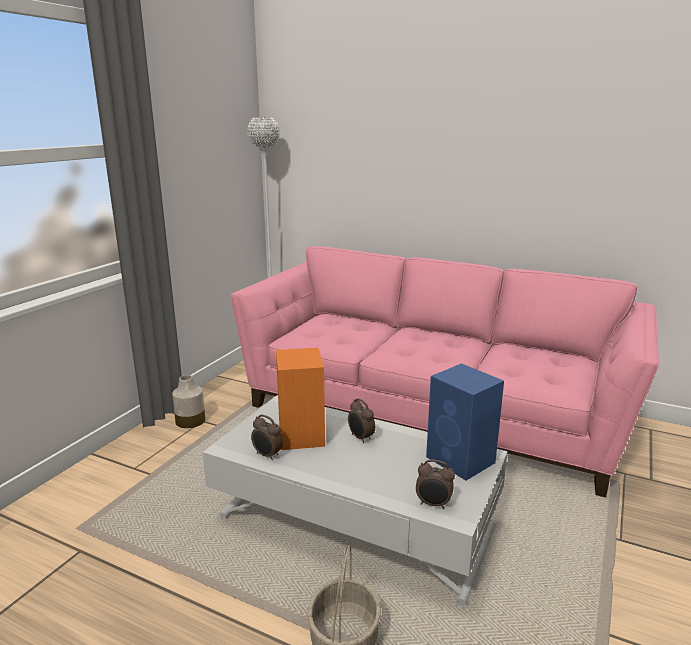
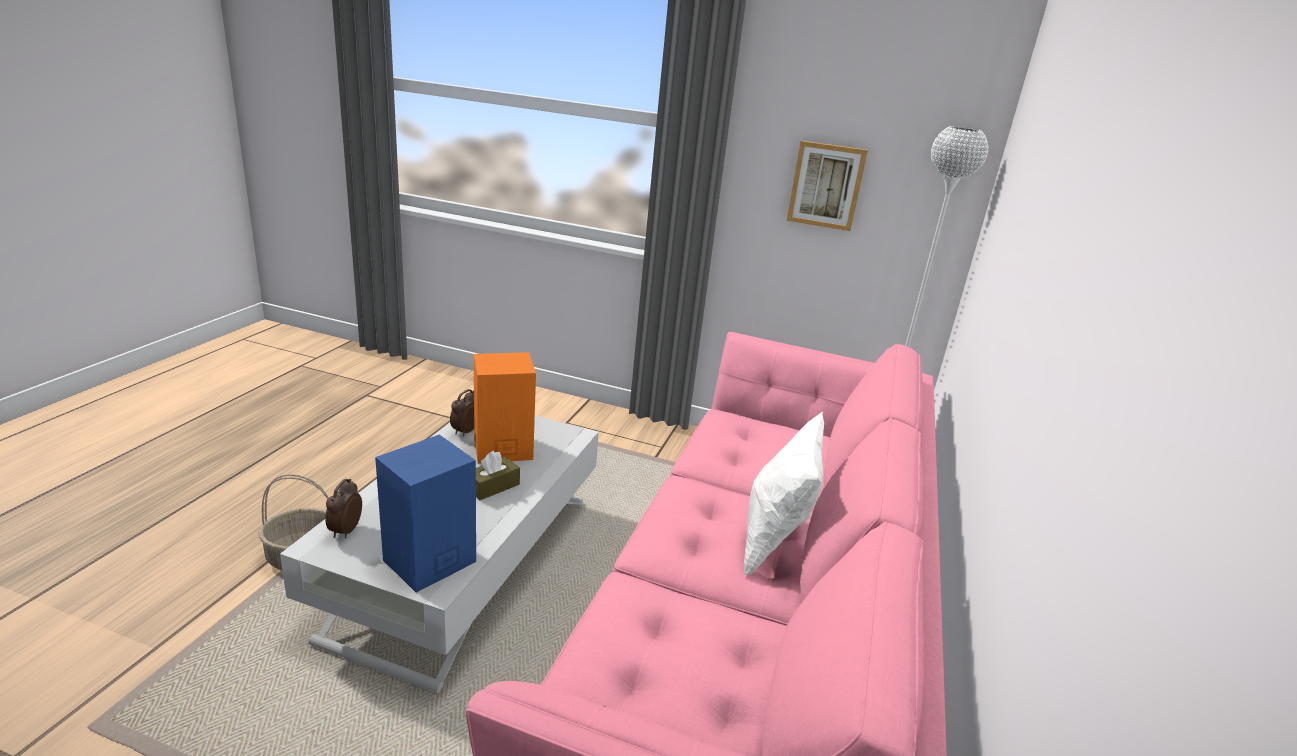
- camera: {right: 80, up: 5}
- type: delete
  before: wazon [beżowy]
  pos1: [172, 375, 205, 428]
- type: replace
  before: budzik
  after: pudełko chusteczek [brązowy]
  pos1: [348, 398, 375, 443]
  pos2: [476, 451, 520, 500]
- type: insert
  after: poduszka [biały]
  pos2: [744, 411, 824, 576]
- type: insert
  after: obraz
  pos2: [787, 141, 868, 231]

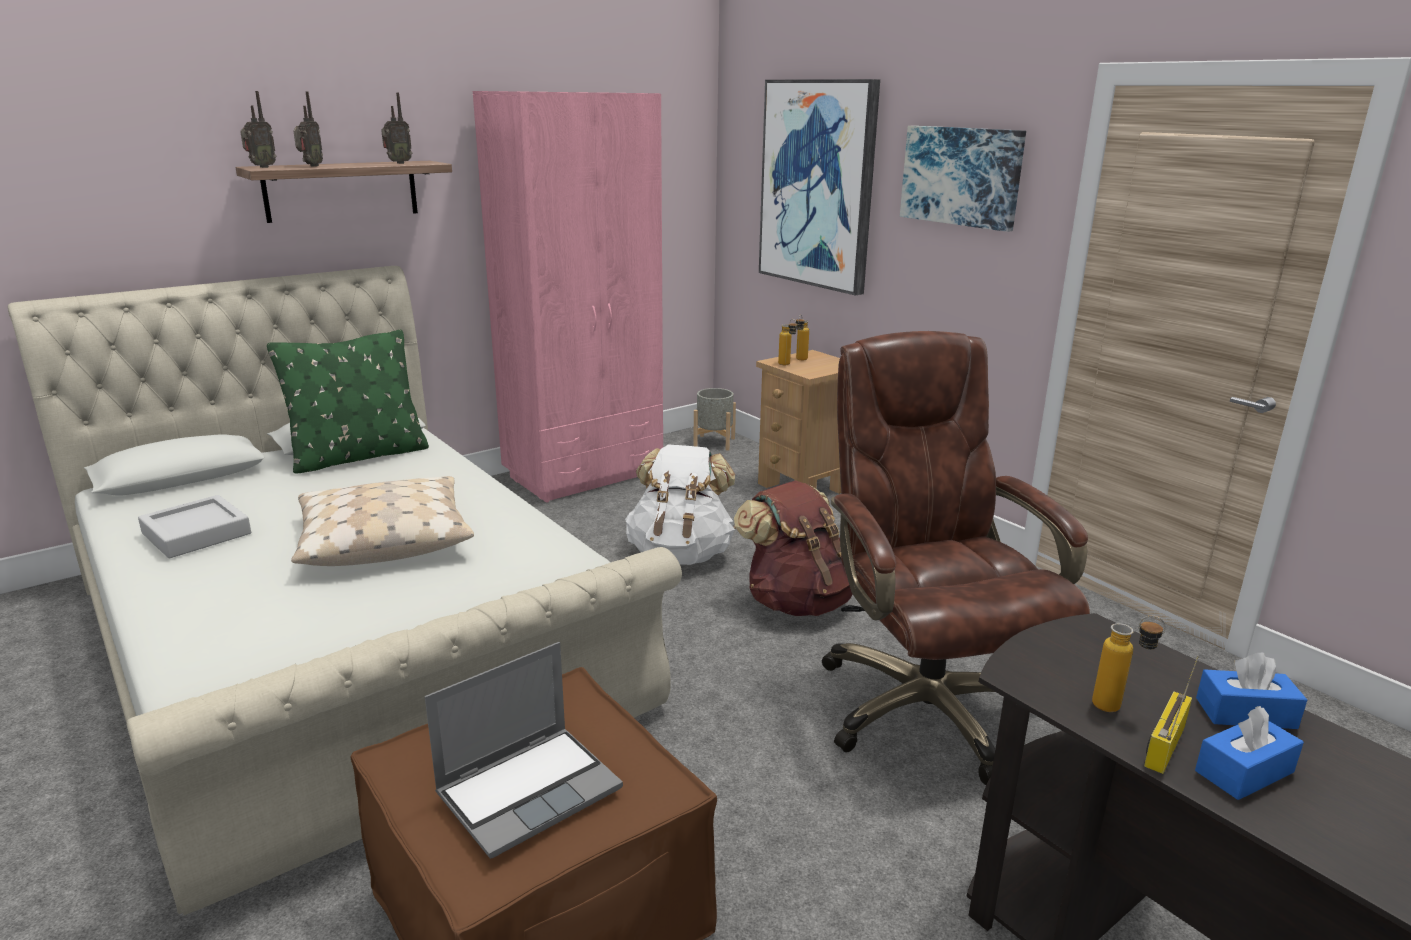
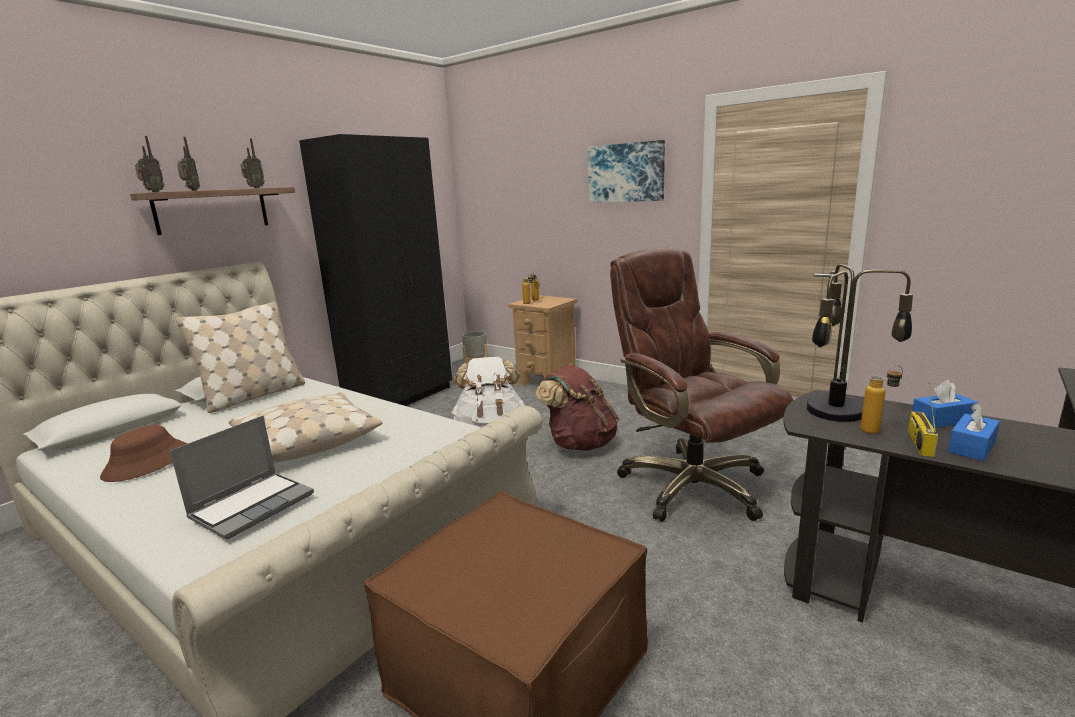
- camera: {right: -15, up: -5}
- type: replace
  before: taca [szary]
  after: kapelusz [brązowy]
  pos1: [138, 495, 251, 558]
  pos2: [100, 425, 187, 482]
- type: recolor
  before: poduszka [zielony]
  after: poduszka [beżowy]
  pos1: [267, 330, 429, 474]
  pos2: [175, 302, 305, 413]
- type: move
  before: laptop
  pos1: [425, 642, 623, 859]
  pos2: [170, 415, 314, 539]
- type: recolor
  before: szafa [różowy]
  after: szafa [czarny]
  pos1: [473, 91, 663, 503]
  pos2: [299, 134, 452, 406]
- type: delete
  before: obraz
  pos1: [759, 79, 880, 295]
- type: insert
  after: lampa stołowa
  pos2: [807, 264, 913, 422]

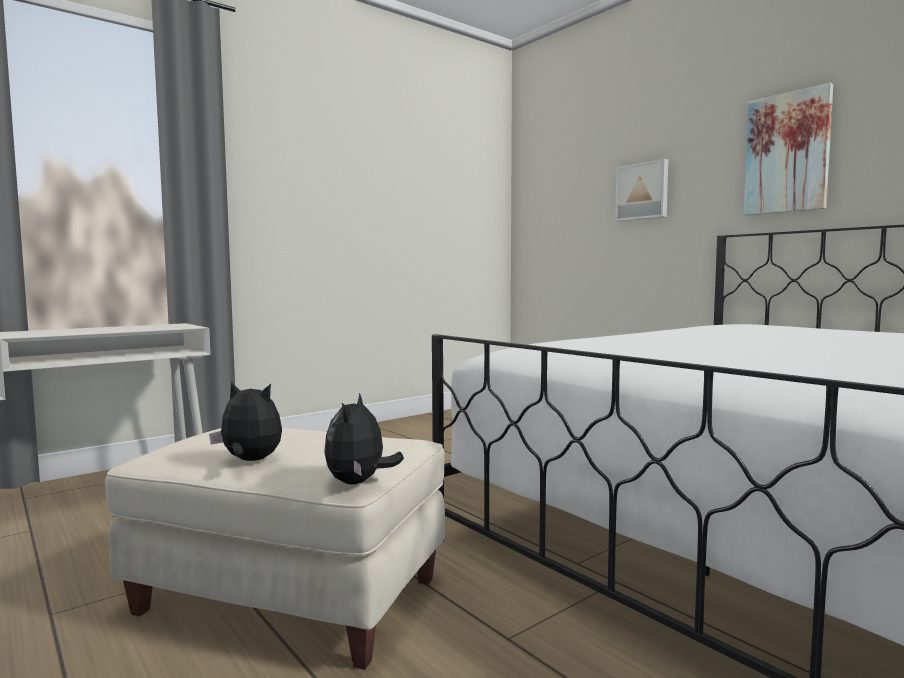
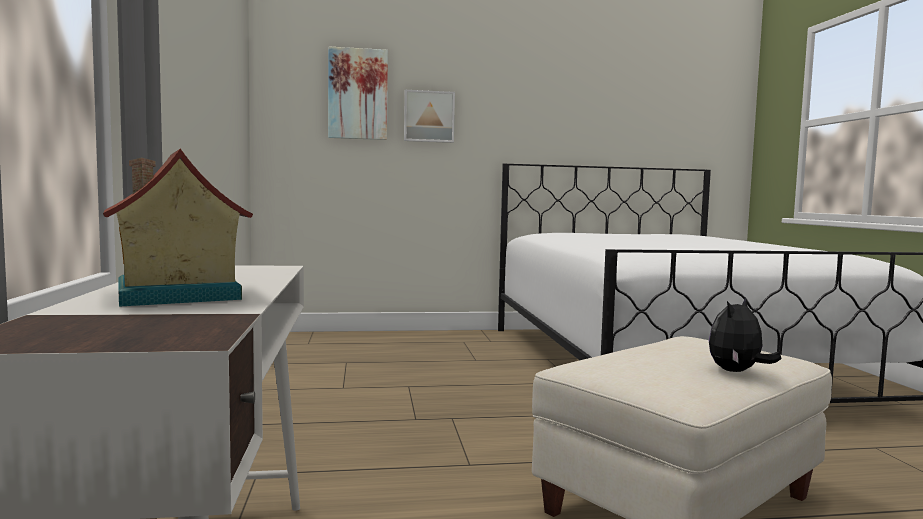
- camera: {right: -60, up: 0}
- type: delete
  before: pluszak
  pos1: [324, 393, 404, 484]
- type: move
  before: obraz
  pos1: [744, 83, 833, 215]
  pos2: [328, 46, 388, 140]
- type: insert
  after: domek
  pos2: [103, 149, 253, 307]

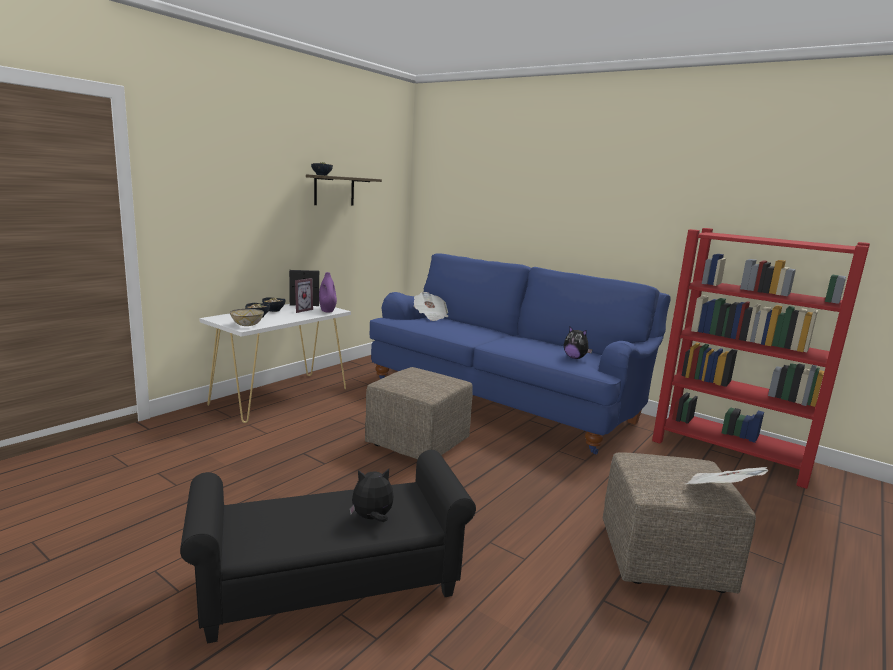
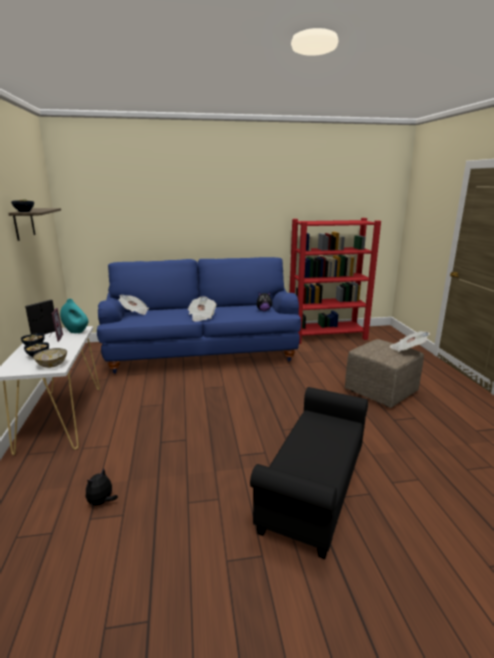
- camera: {right: -45, up: 5}
- type: recolor
  before: wazon [fioletowy]
  after: wazon [turkusowy]
  pos1: [319, 272, 337, 313]
  pos2: [60, 299, 88, 333]
- type: move
  before: pluszak
  pos1: [349, 469, 394, 522]
  pos2: [86, 468, 118, 507]
- type: delete
  before: pufa [beżowy]
  pos1: [365, 367, 473, 459]
- type: insert
  after: gazeta
  pos2: [188, 296, 217, 322]

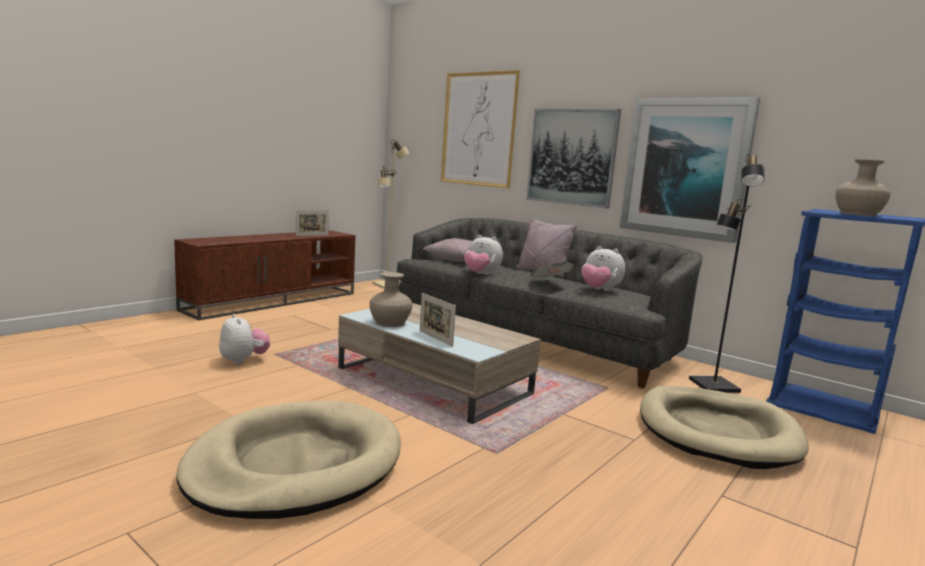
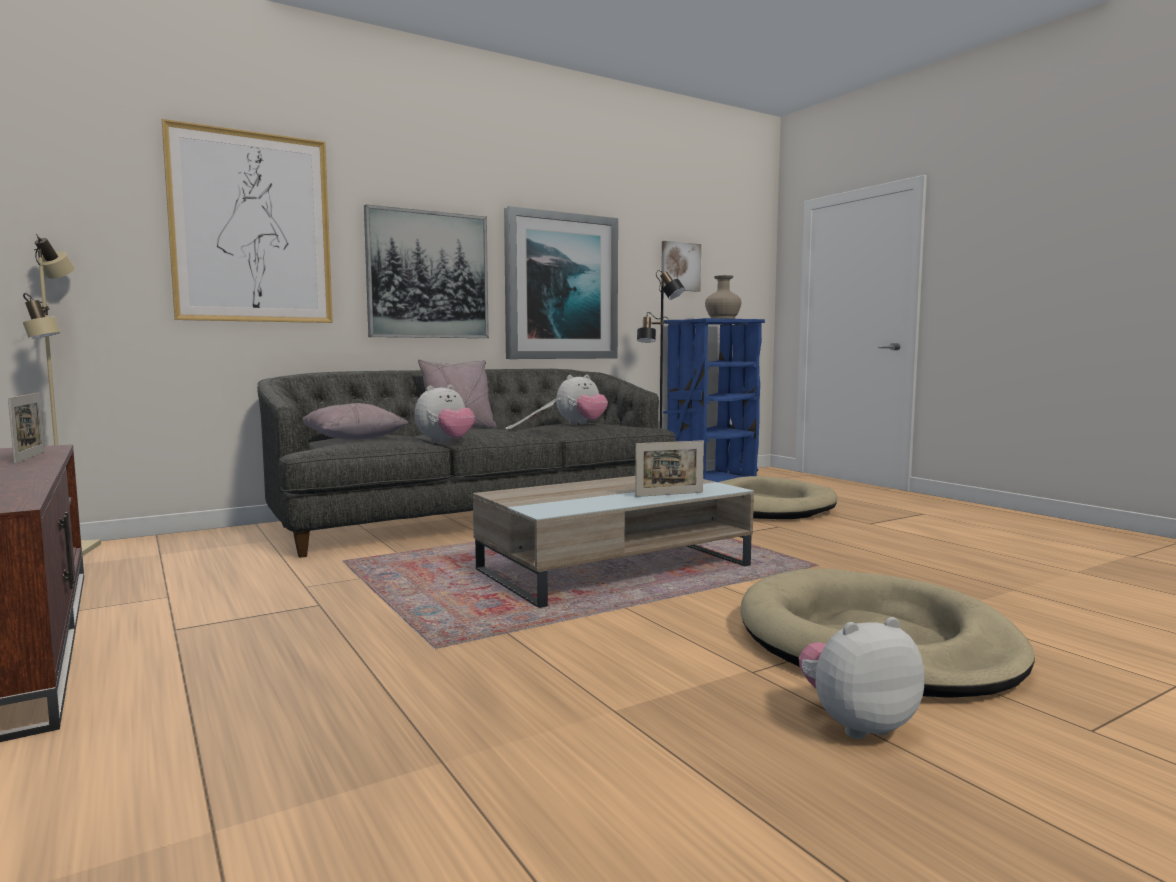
- camera: {right: -70, up: -5}
- type: move
  before: pluszak
  pos1: [219, 314, 270, 365]
  pos2: [799, 617, 924, 739]
- type: delete
  before: wazon [beżowy]
  pos1: [369, 272, 412, 327]
- type: insert
  after: obraz
  pos2: [661, 241, 701, 292]

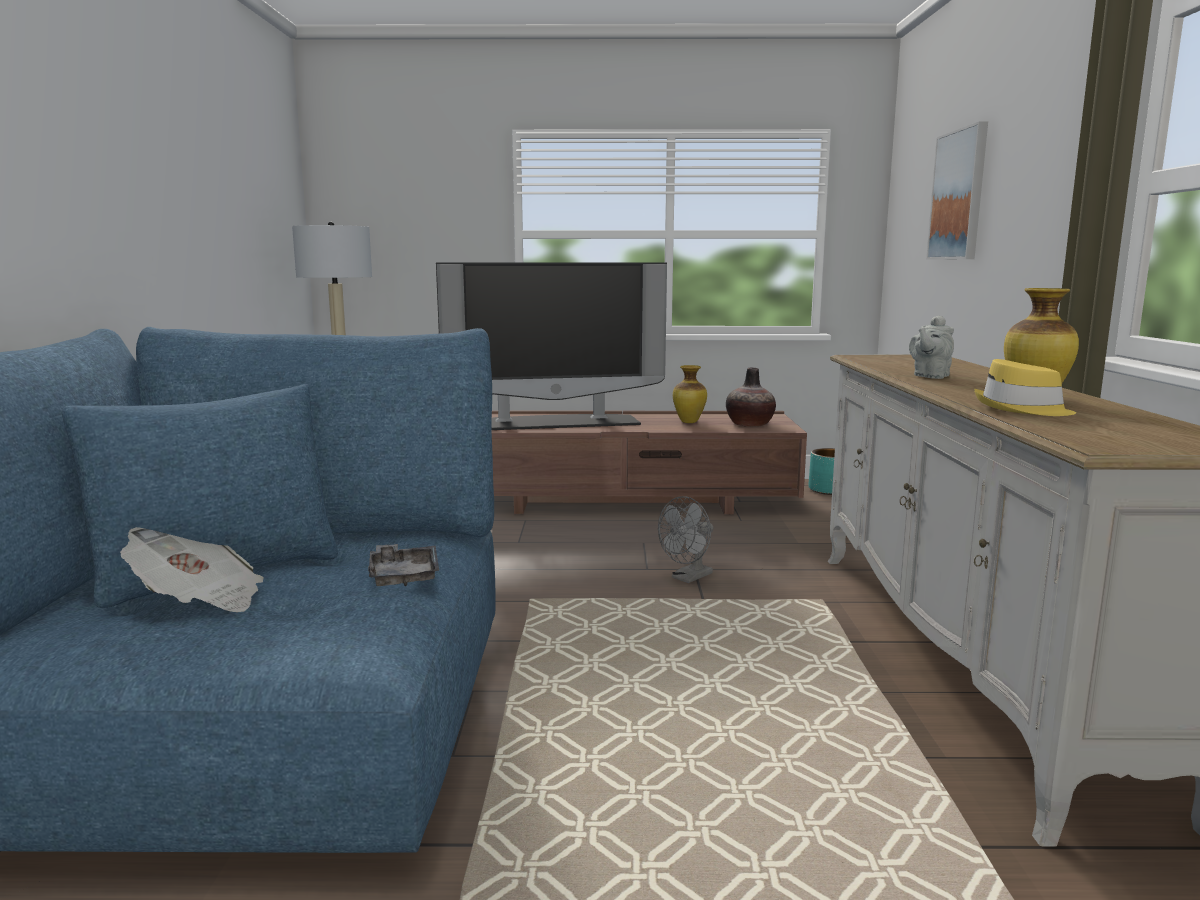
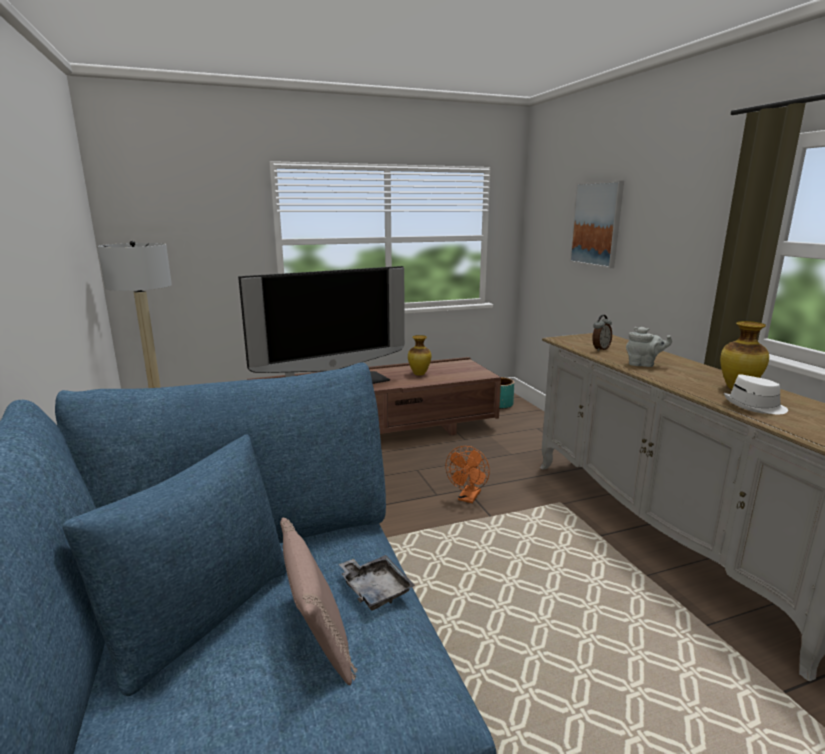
- camera: {right: -20, up: 5}
- type: delete
  before: gazeta
  pos1: [120, 527, 264, 612]
- type: recolor
  before: wentylator [szary]
  after: wentylator [pomarańczowy]
  pos1: [658, 496, 714, 583]
  pos2: [445, 446, 490, 503]
- type: delete
  before: wazon
  pos1: [726, 368, 776, 427]
- type: rotate
  before: imbryk [szary]
  pos1: [909, 315, 954, 379]
  pos2: [626, 327, 672, 367]
  turn: -90
- type: recolor
  before: kapelusz [żółty]
  after: kapelusz [biały]
  pos1: [974, 359, 1076, 416]
  pos2: [724, 374, 788, 414]
- type: insert
  after: poduszka [beżowy]
  pos2: [280, 517, 357, 685]
- type: insert
  after: budzik
  pos2: [592, 315, 612, 351]

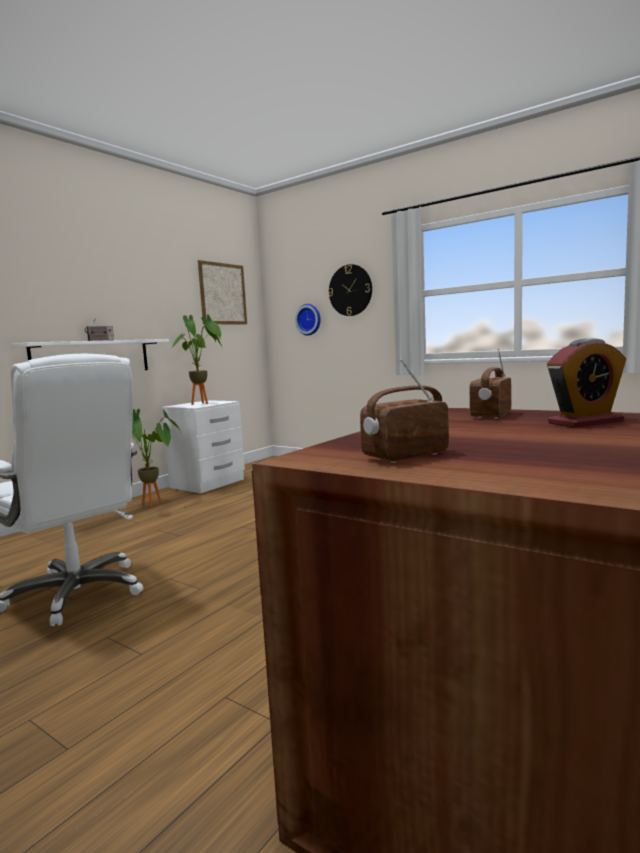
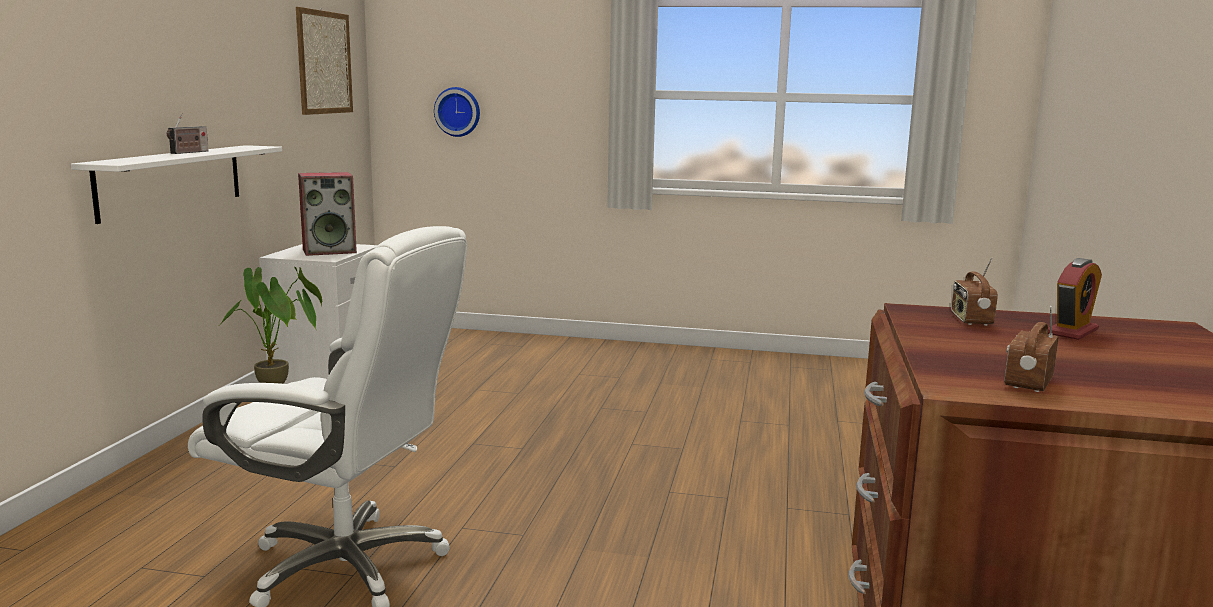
- camera: {right: -25, up: 5}
- type: replace
  before: roślina doniczkowa
  after: głośnik
  pos1: [172, 314, 222, 405]
  pos2: [298, 172, 357, 256]
- type: delete
  before: zegar ścienny
  pos1: [328, 264, 372, 316]

